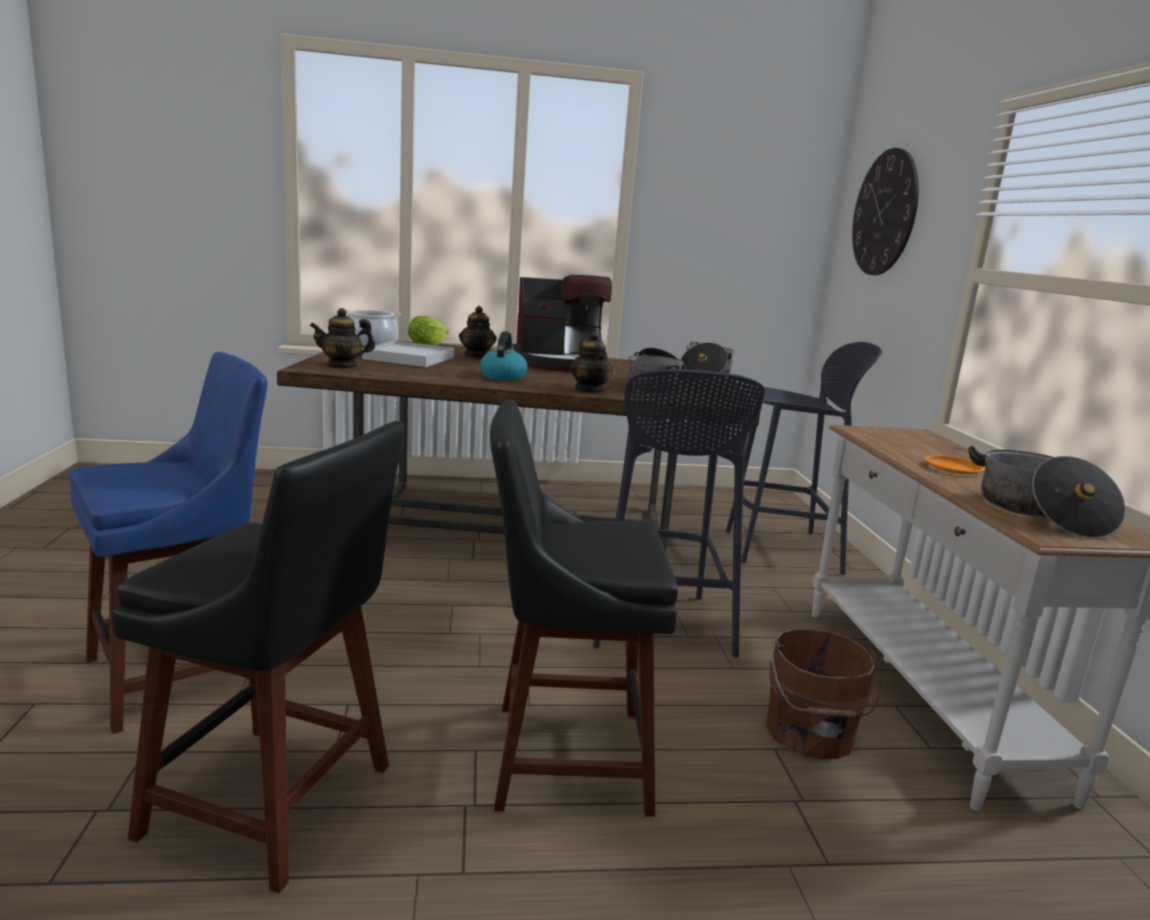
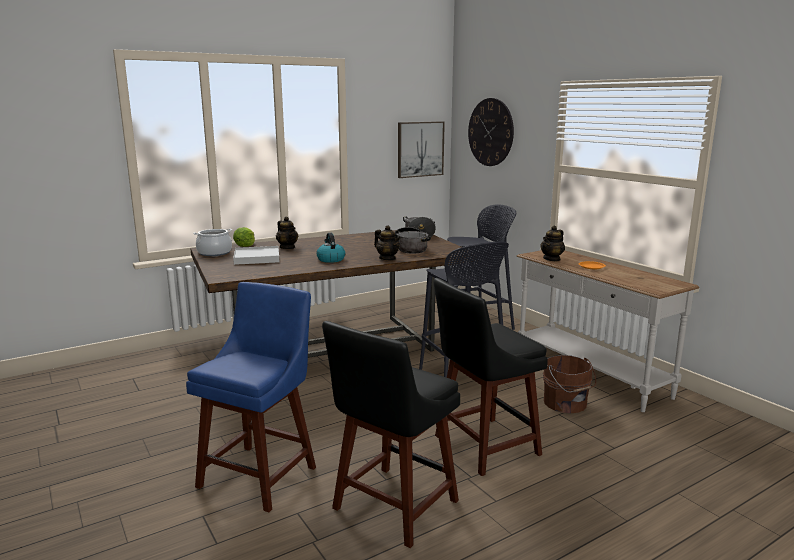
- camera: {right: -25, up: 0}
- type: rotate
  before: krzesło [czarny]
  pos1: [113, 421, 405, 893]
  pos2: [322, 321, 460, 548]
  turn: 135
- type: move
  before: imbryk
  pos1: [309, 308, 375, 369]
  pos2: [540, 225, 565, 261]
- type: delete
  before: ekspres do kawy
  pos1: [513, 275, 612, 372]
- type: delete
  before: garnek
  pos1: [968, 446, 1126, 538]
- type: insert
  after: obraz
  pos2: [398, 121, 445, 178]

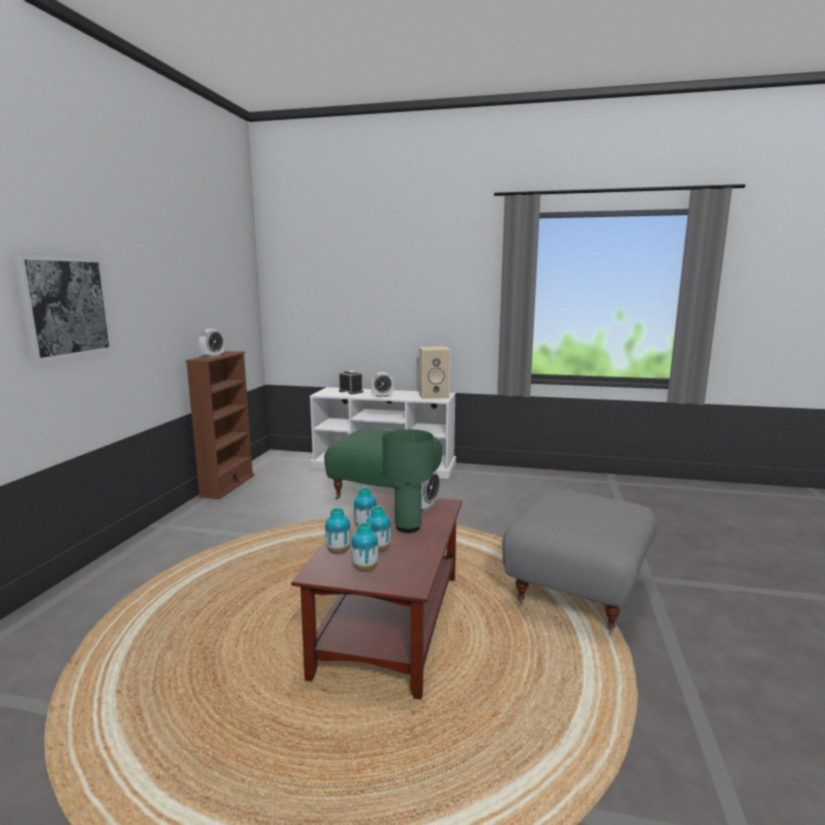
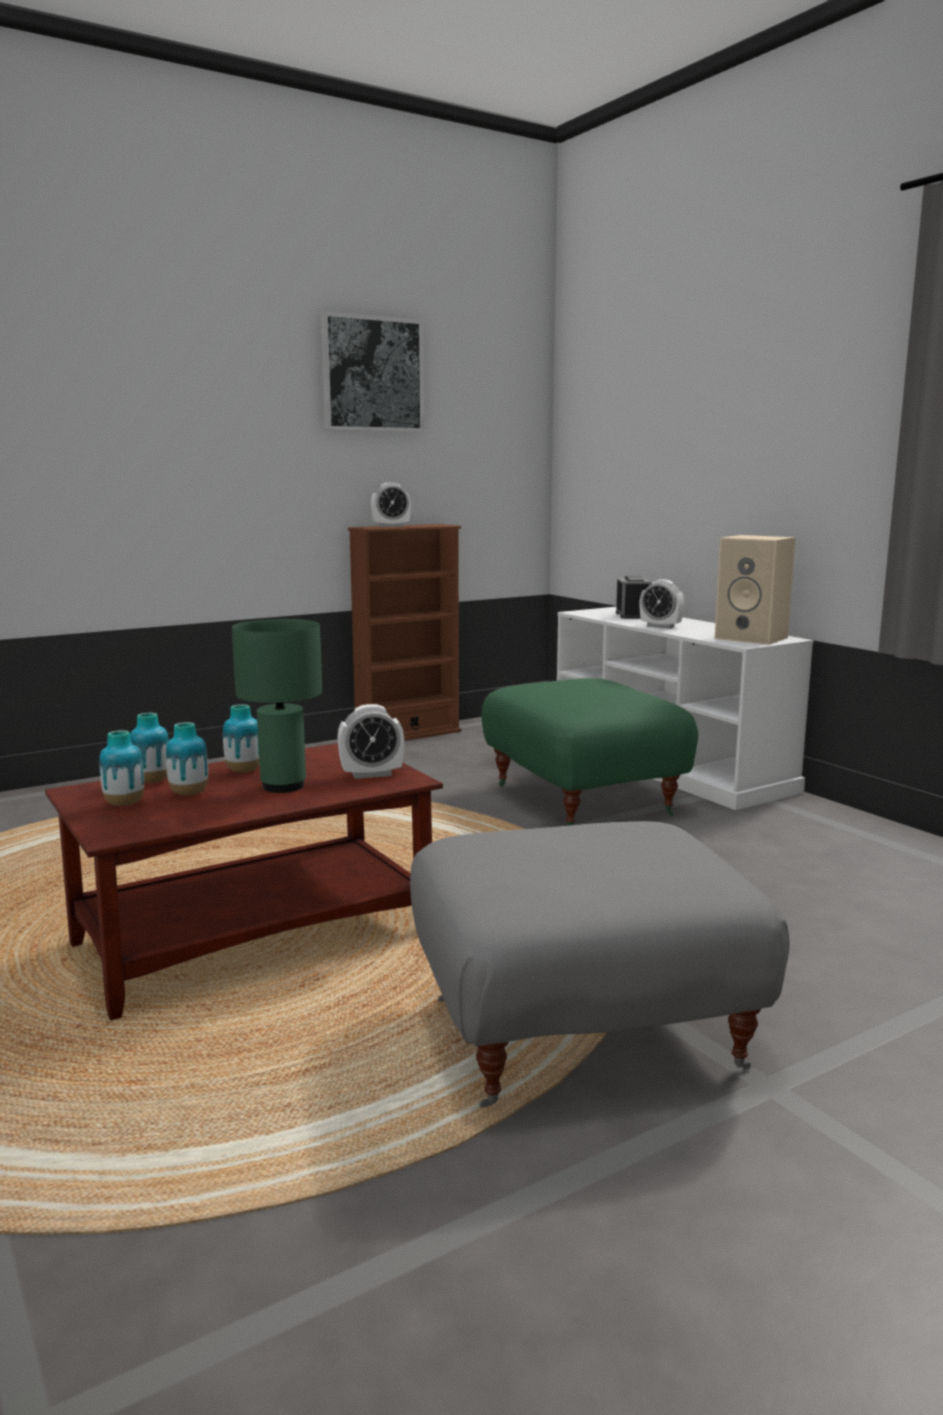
- camera: {right: 45, up: 0}
- type: move
  before: obraz
  pos1: [13, 255, 113, 362]
  pos2: [320, 311, 424, 432]

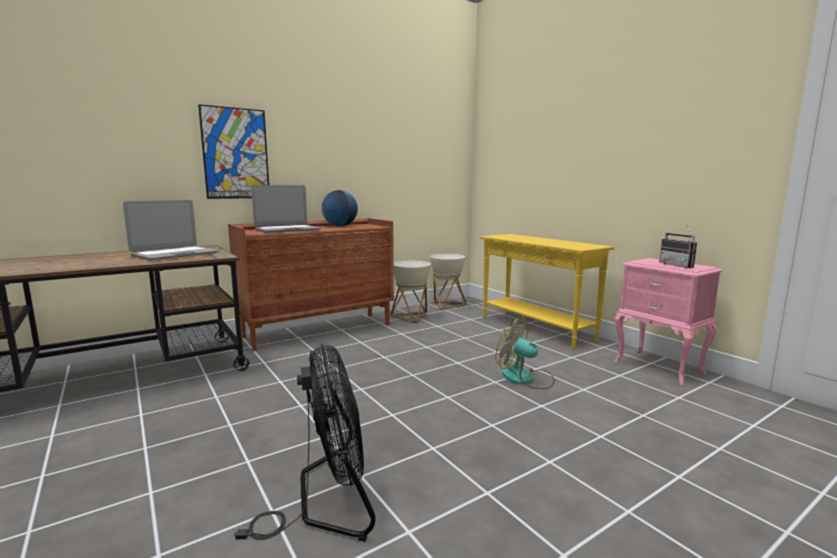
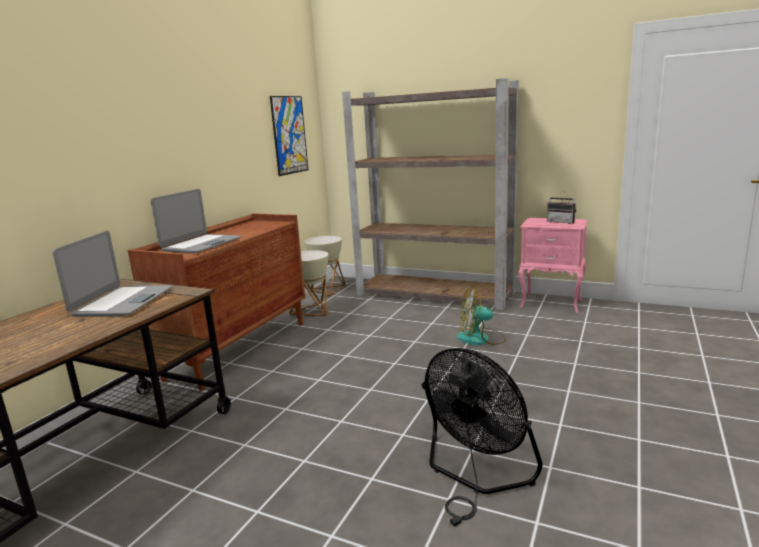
- camera: {right: -30, up: 5}
- type: move
  before: obraz
  pos1: [198, 104, 269, 199]
  pos2: [270, 96, 308, 176]
- type: delete
  before: globus
  pos1: [321, 190, 358, 226]
- type: replace
  before: stolik konsolowy [żółty]
  after: regał [brązowy]
  pos1: [480, 234, 615, 350]
  pos2: [342, 78, 519, 311]

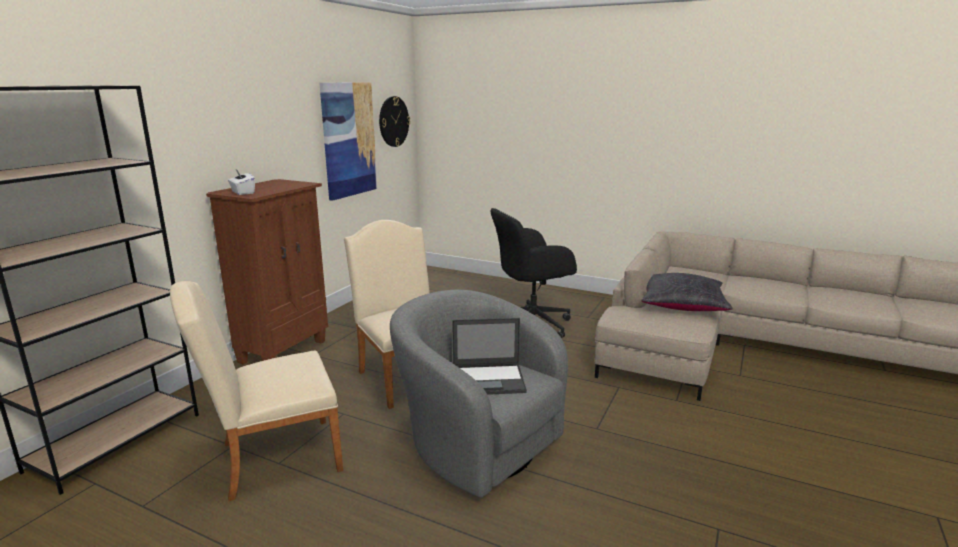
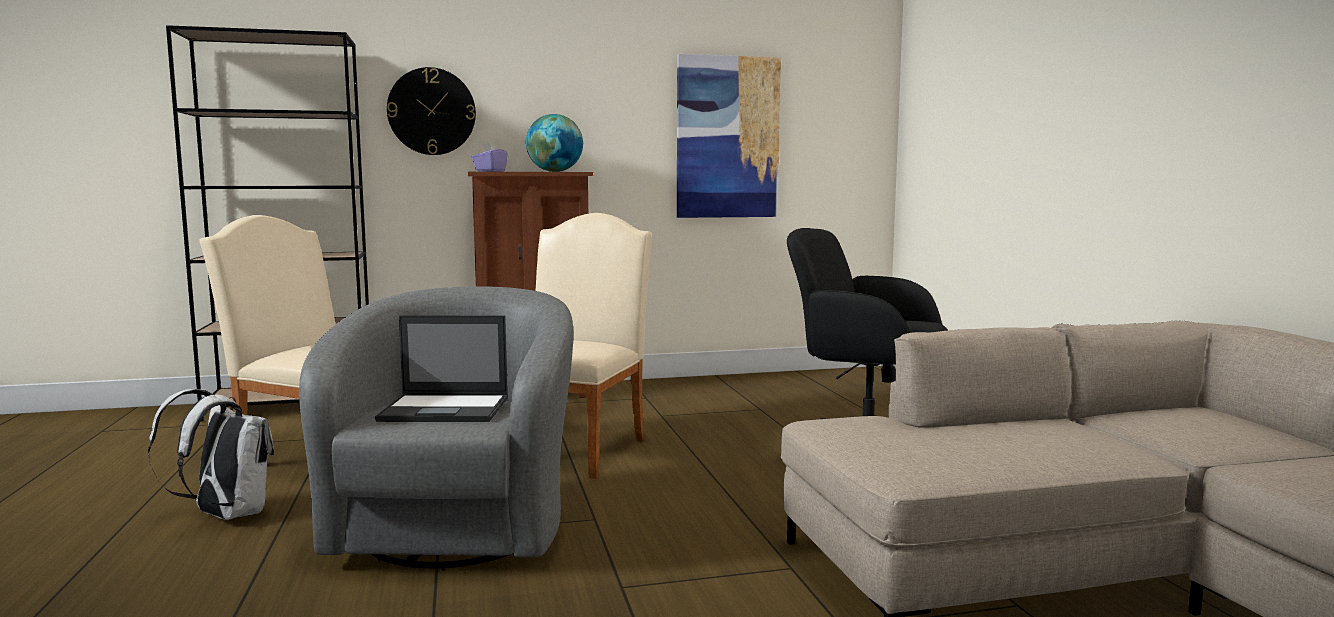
- camera: {right: 50, up: -10}
- type: recolor
  before: pudełko chusteczek [biały]
  after: pudełko chusteczek [fioletowy]
  pos1: [228, 170, 255, 195]
  pos2: [472, 142, 508, 172]
- type: move
  before: zegar ścienny
  pos1: [379, 96, 410, 147]
  pos2: [387, 67, 476, 155]
- type: rotate
  before: laptop
  pos1: [452, 318, 527, 395]
  pos2: [375, 315, 508, 422]
  turn: -45
- type: delete
  before: poduszka [czarny]
  pos1: [641, 273, 733, 311]
- type: insert
  after: plecak [biały]
  pos2: [148, 389, 274, 520]
- type: insert
  after: globus
  pos2: [526, 114, 583, 172]

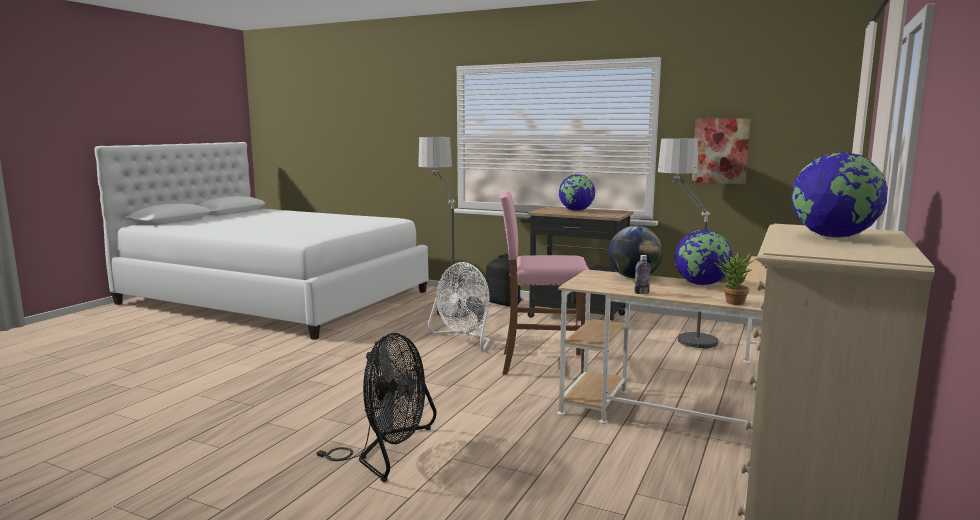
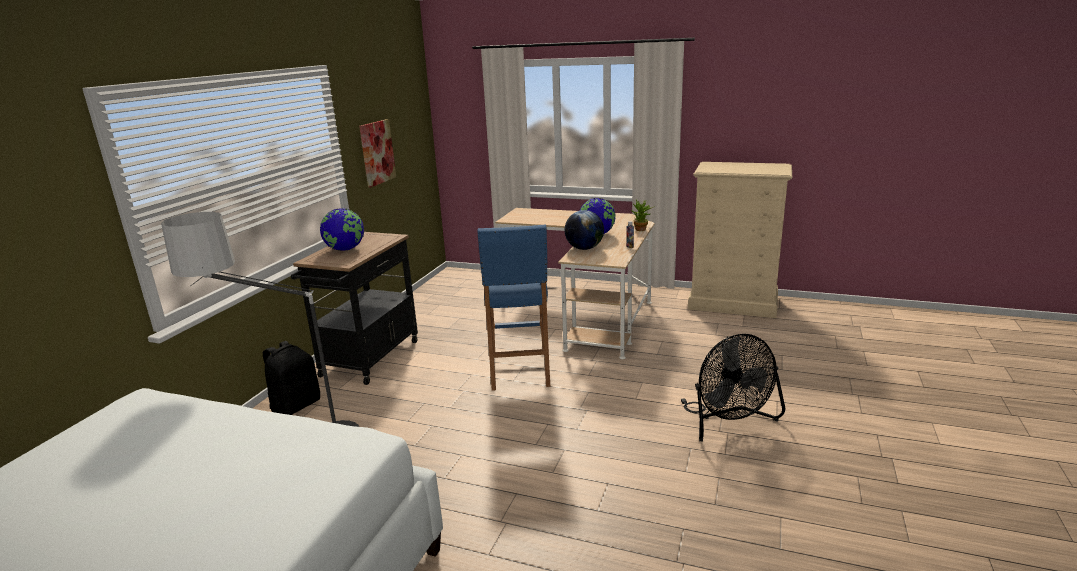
- camera: {right: -95, up: 10}
- type: rotate
  before: wentylator [czarny]
  pos1: [316, 333, 436, 482]
  pos2: [681, 334, 785, 441]
  turn: 150
- type: delete
  before: wentylator [biały]
  pos1: [428, 262, 491, 352]
- type: recolor
  before: stołek [różowy]
  after: stołek [niebieski]
  pos1: [500, 190, 589, 375]
  pos2: [477, 225, 550, 391]
- type: delete
  before: lampa stojąca
  pos1: [658, 138, 718, 351]
- type: delete
  before: globus
  pos1: [791, 152, 888, 238]

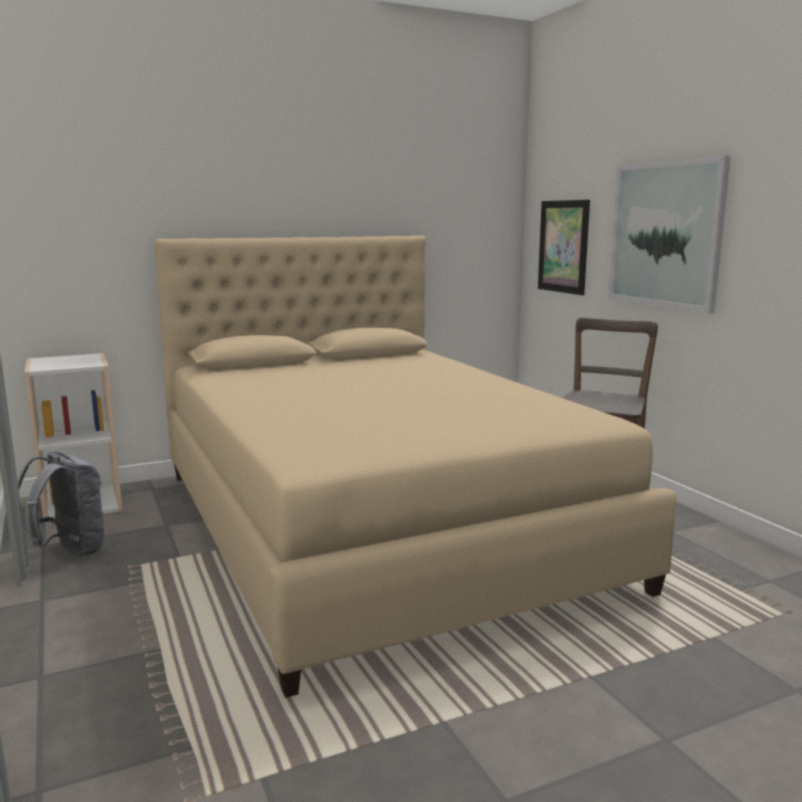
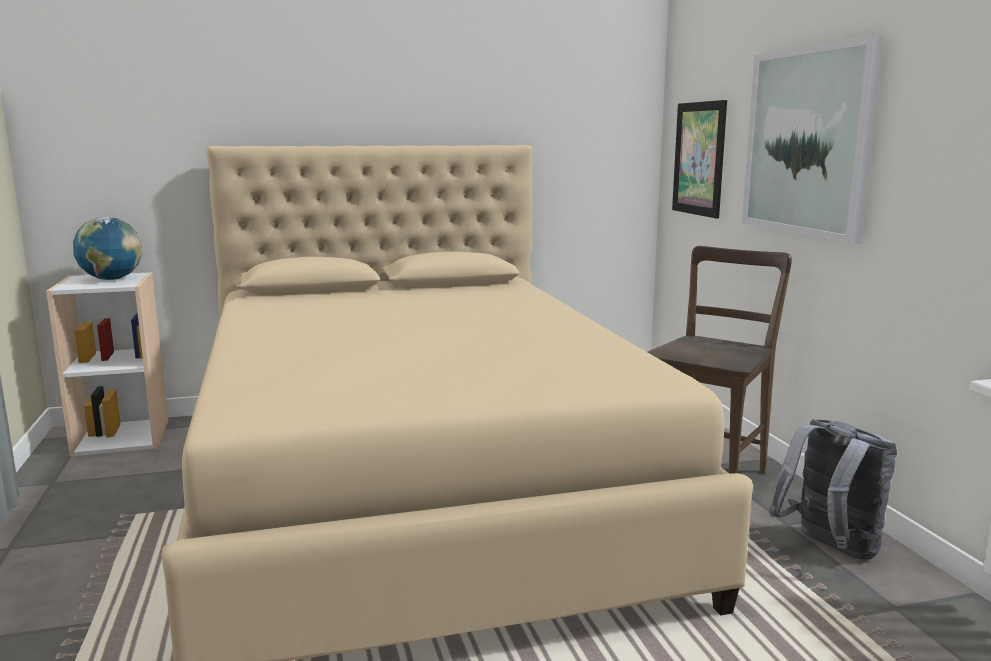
- camera: {right: 10, up: 0}
- type: move
  before: plecak [szary]
  pos1: [18, 452, 105, 557]
  pos2: [769, 419, 897, 560]
- type: insert
  after: globus
  pos2: [73, 217, 142, 280]

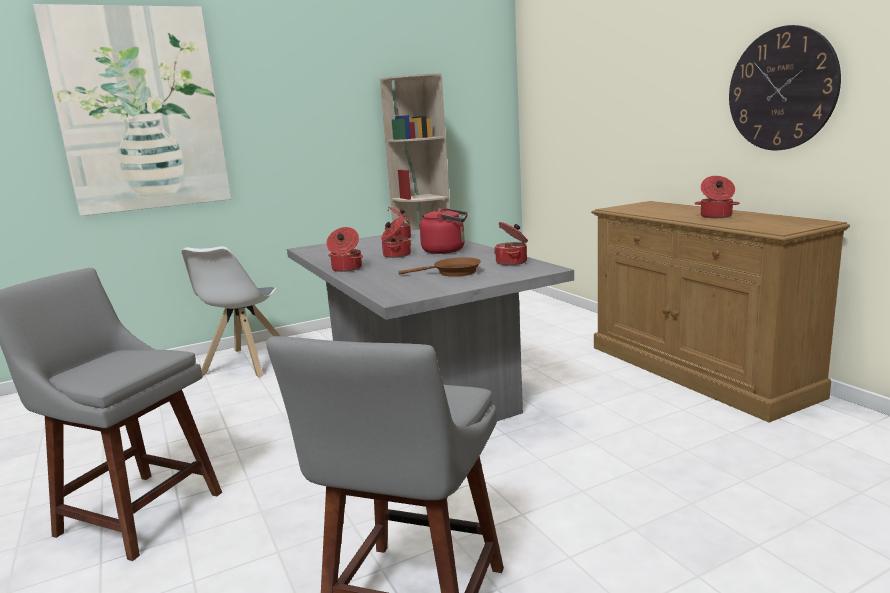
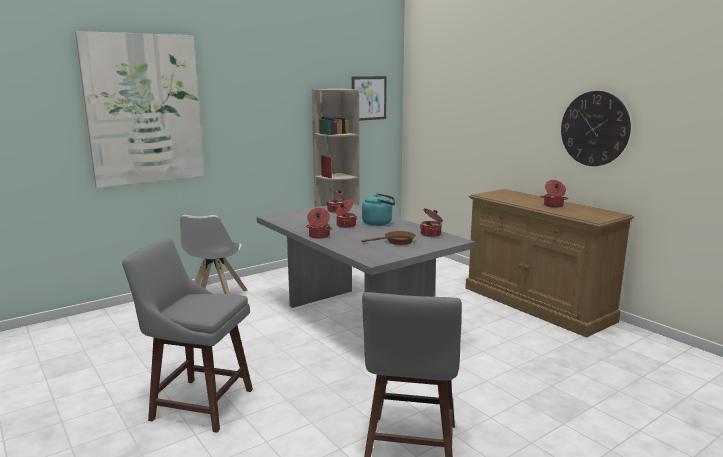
- camera: {right: -10, up: 0}
- type: recolor
  before: czajnik [czerwony]
  after: czajnik [turkusowy]
  pos1: [420, 208, 468, 254]
  pos2: [362, 193, 395, 226]
- type: insert
  after: obraz
  pos2: [352, 76, 387, 121]

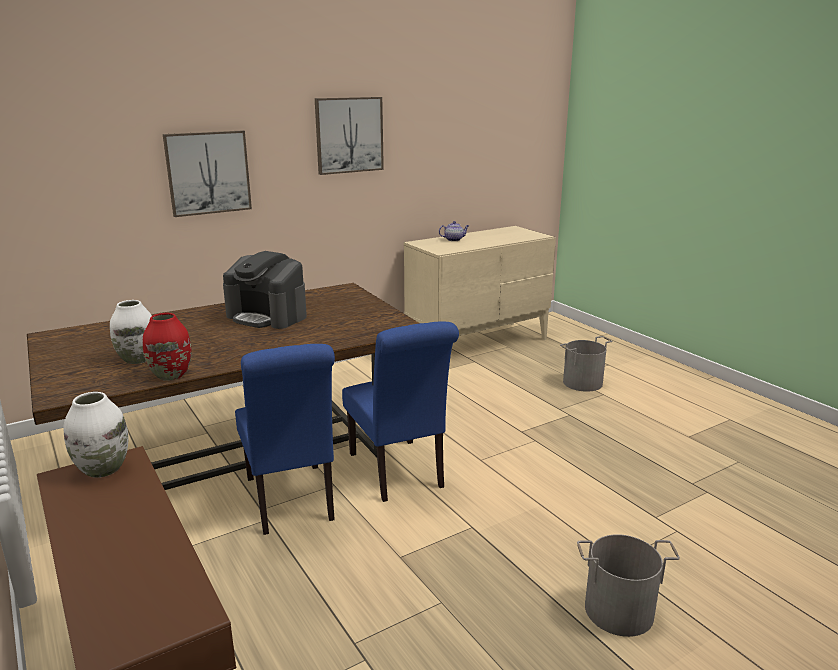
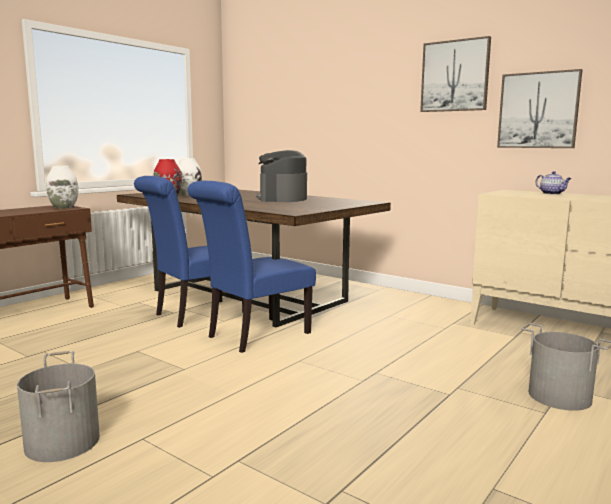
- camera: {right: 70, up: -10}
- type: move
  before: obraz
  pos1: [163, 131, 252, 217]
  pos2: [497, 69, 582, 148]

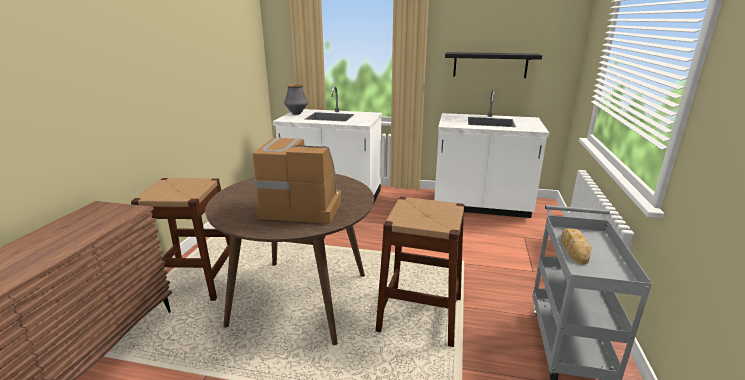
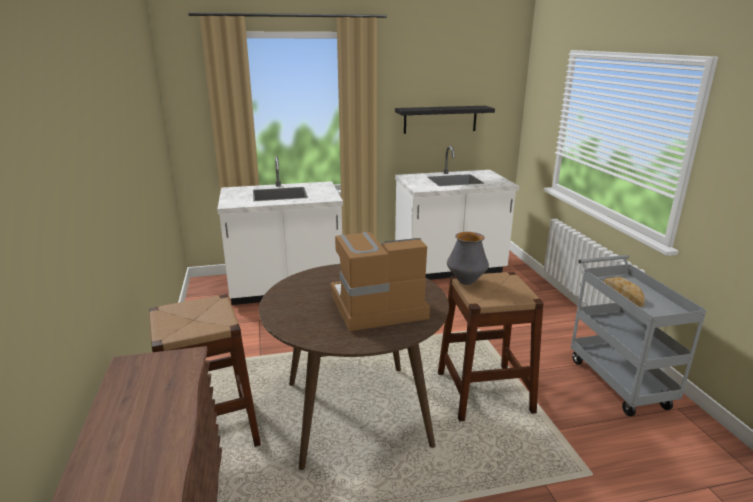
- camera: {right: -25, up: 0}
- type: move
  before: wazon
  pos1: [284, 84, 308, 115]
  pos2: [447, 232, 489, 285]

